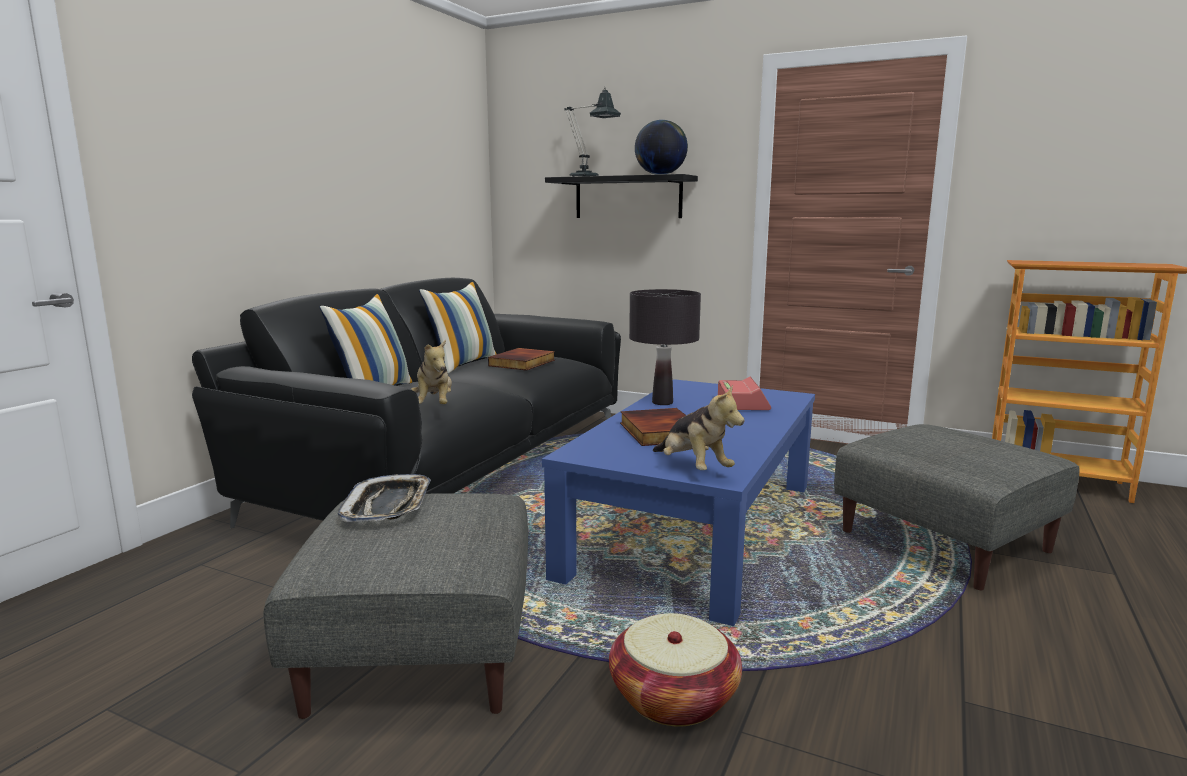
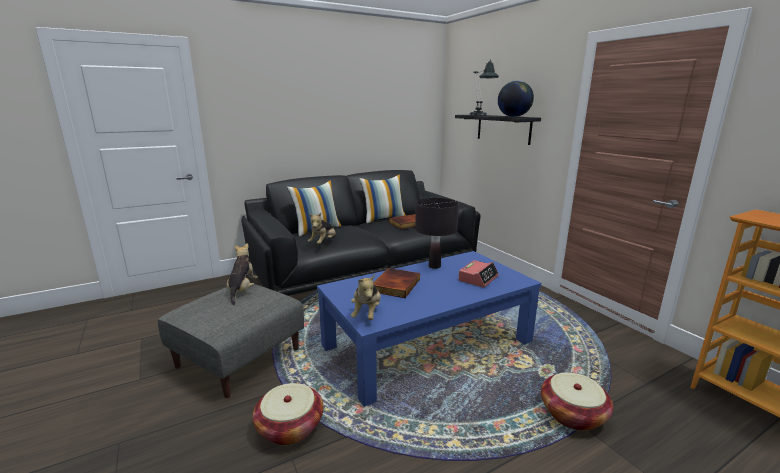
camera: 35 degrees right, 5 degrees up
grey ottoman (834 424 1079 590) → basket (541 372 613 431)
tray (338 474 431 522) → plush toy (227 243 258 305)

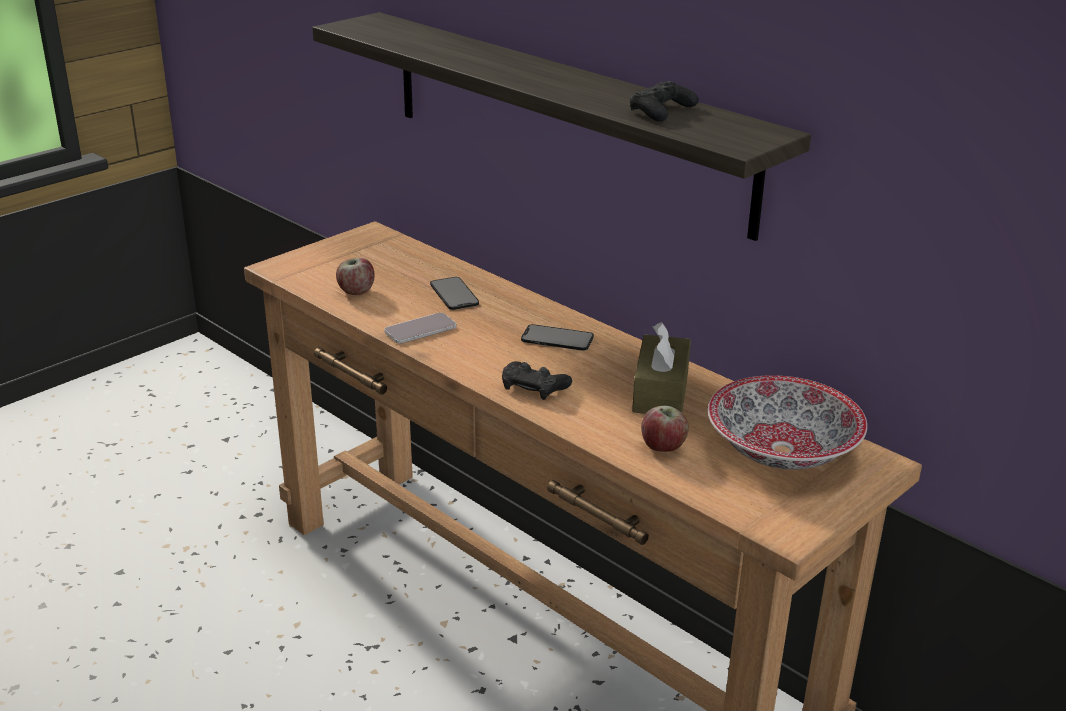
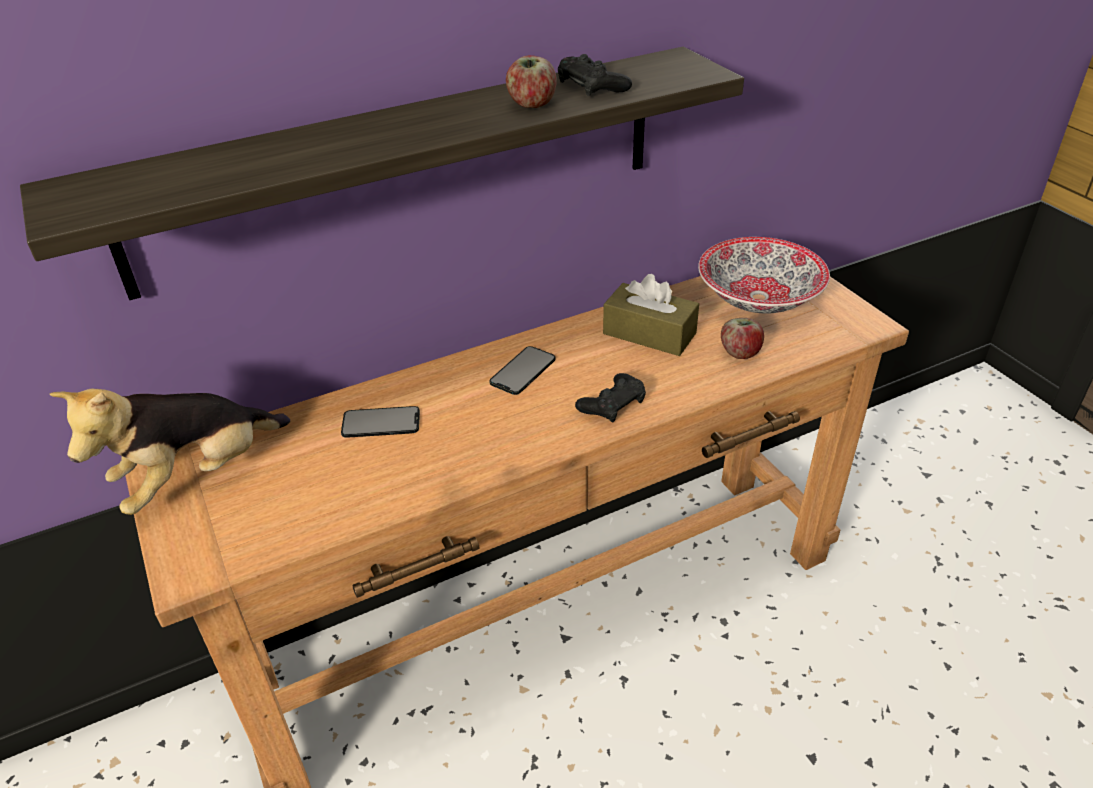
camera: 70 degrees left, 10 degrees up
apple (336 258 375 295) → apple (506 55 557 108), shifted
phone (384 313 456 344) → -
- → plush toy (50 389 290 515)

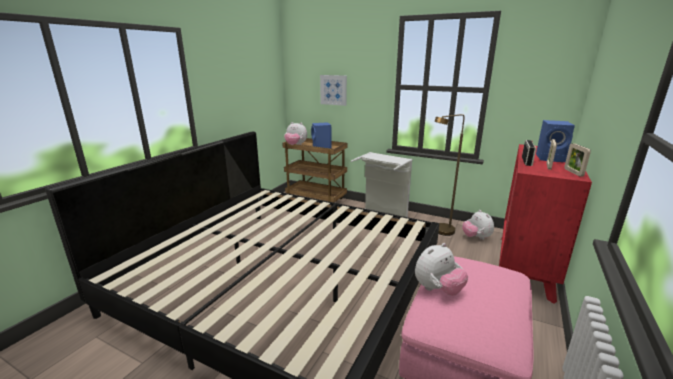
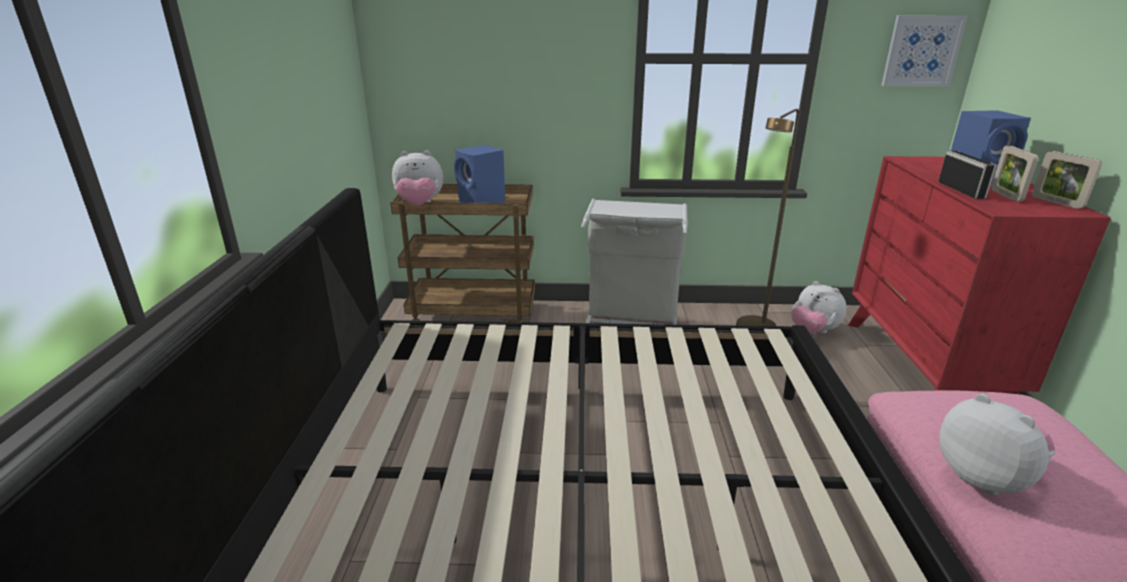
camera: 25 degrees left, 5 degrees up
picture (320 75 347 106) → picture (881 15 968 87), shifted
plush toy (415 243 468 296) → plush toy (939 393 1055 495), 60 degrees counterclockwise

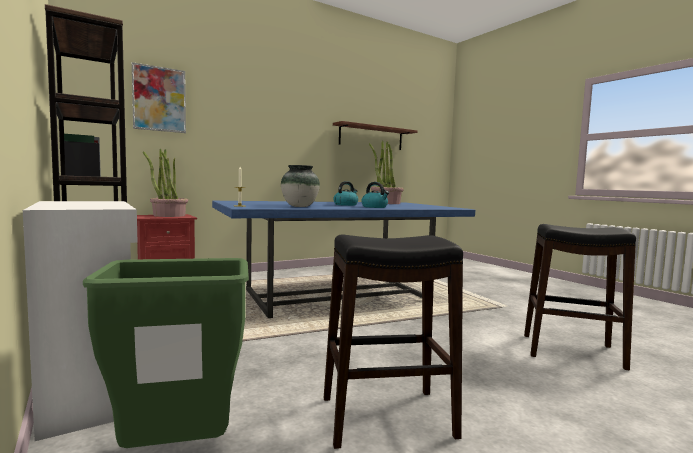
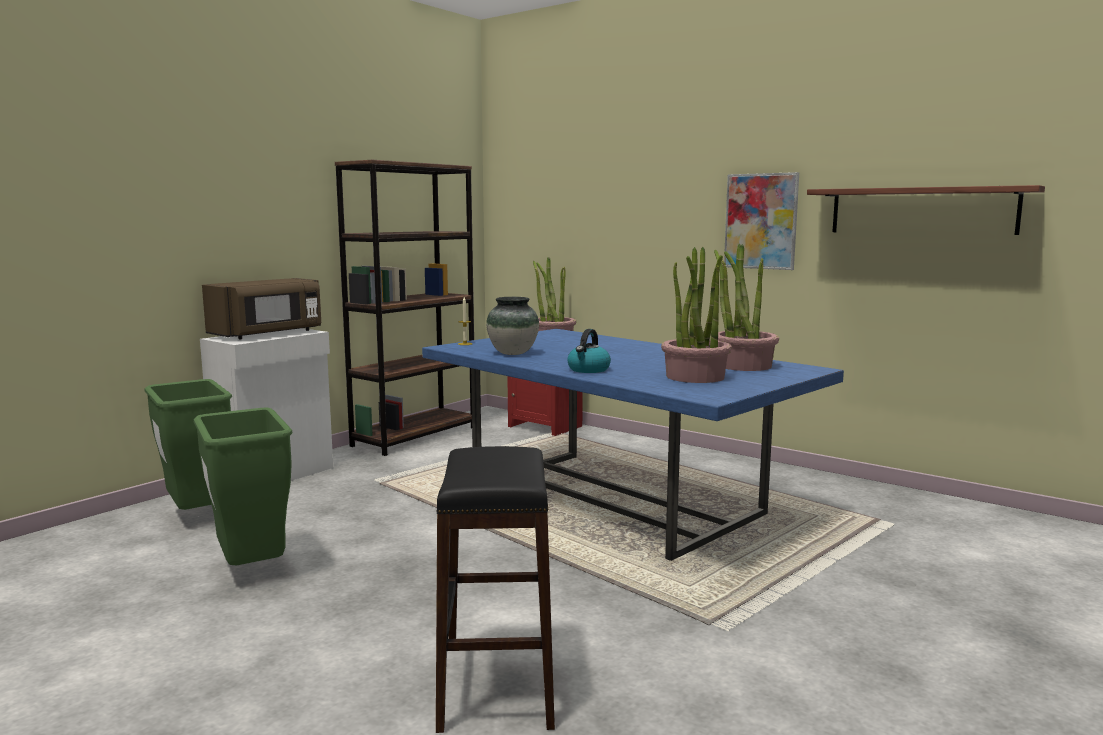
camera: 70 degrees right, 5 degrees up
picture (132 62 186 133) → picture (724 172 799 270), shifted
kettle (333 181 358 206) → -
black stool (324 235 463 449) → green trash can (194 408 293 565)
- → potted plant (661 247 732 383)
- → brown microwave (202 278 321 339)

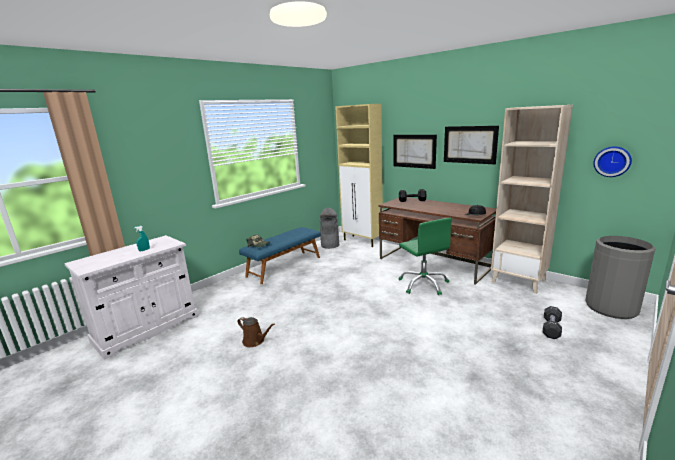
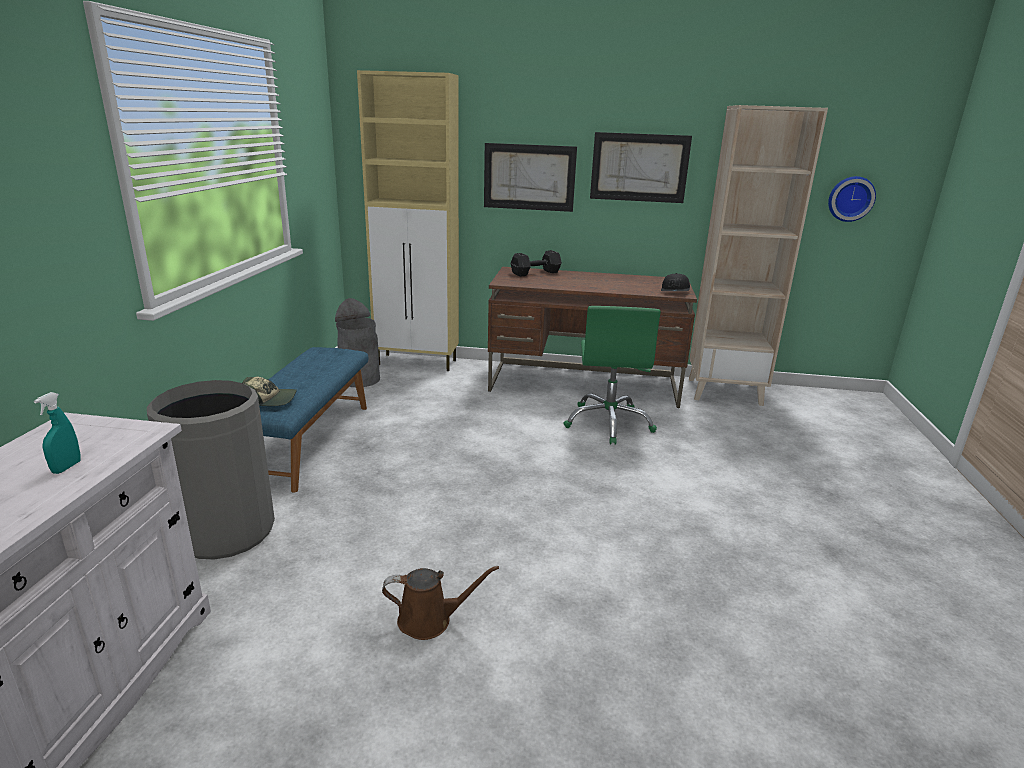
camera: 35 degrees left, 5 degrees up
green office chair (398 218 452 295) → green office chair (563 306 661 445), 60 degrees clockwise
grey trash can (585 236 656 319) → grey trash can (147 380 275 559), shifted
black dumbbell (543 306 562 339) → -

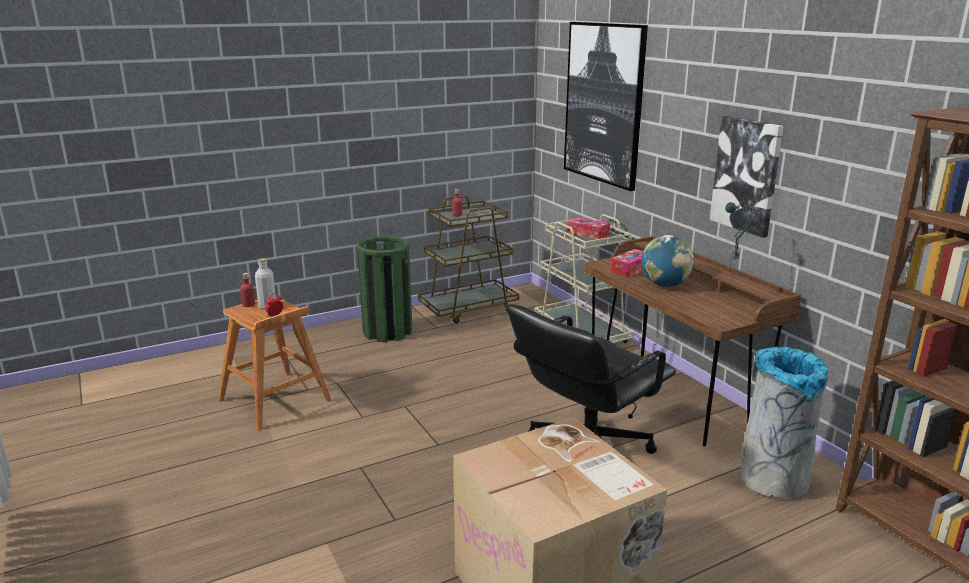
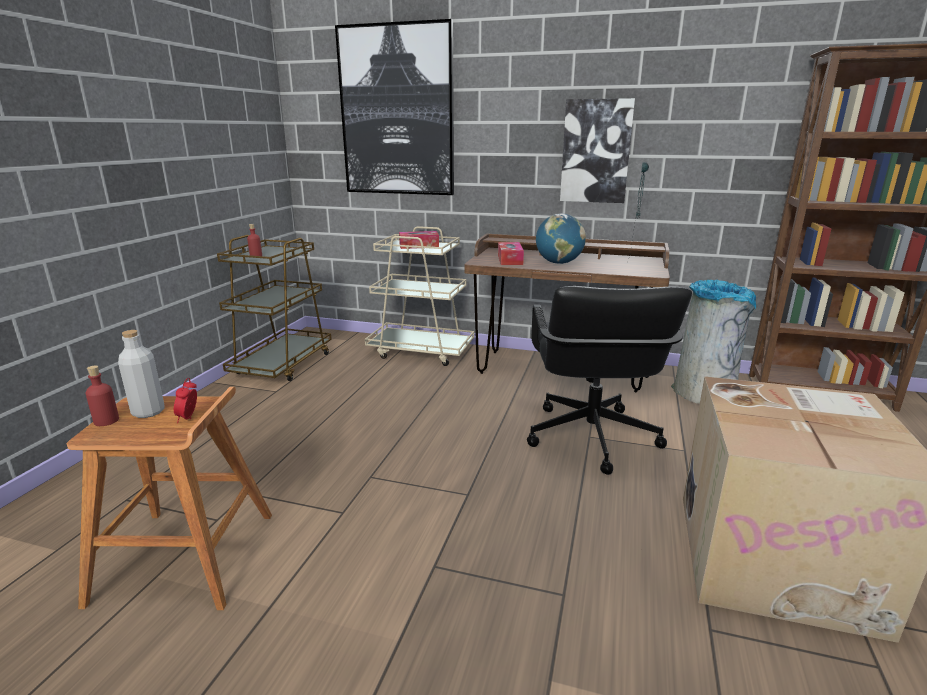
camera: 45 degrees left, 0 degrees up
green trash can (356 235 412 342) → -

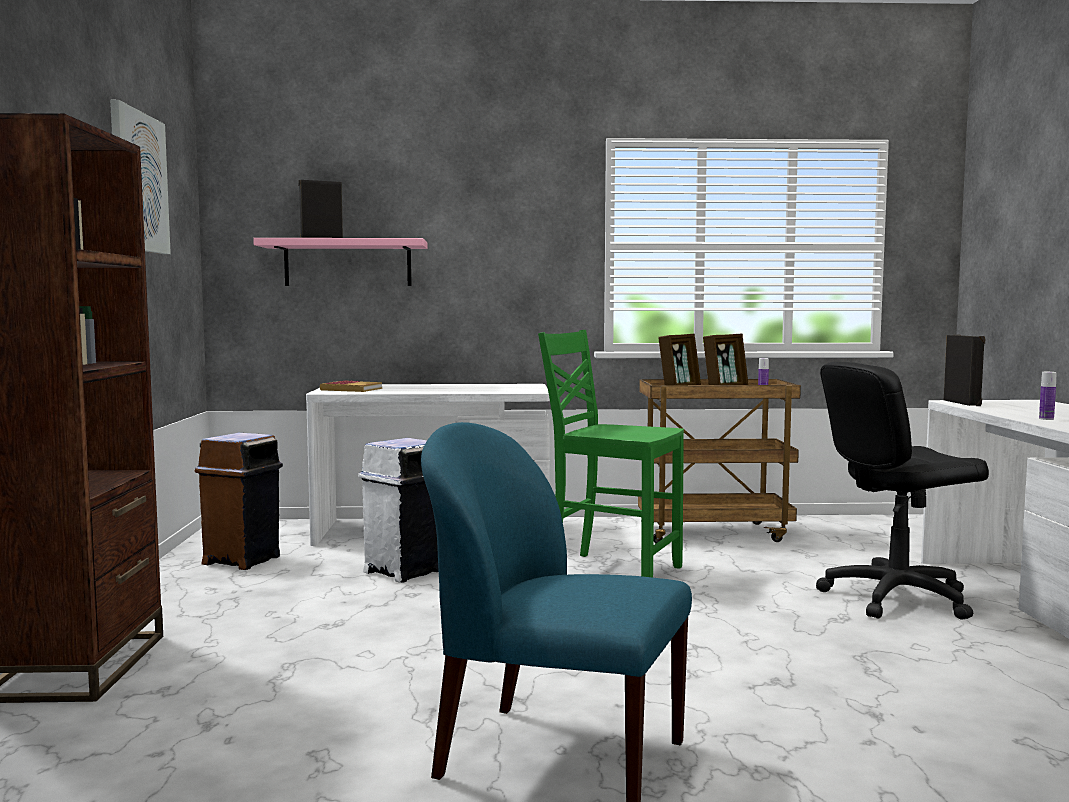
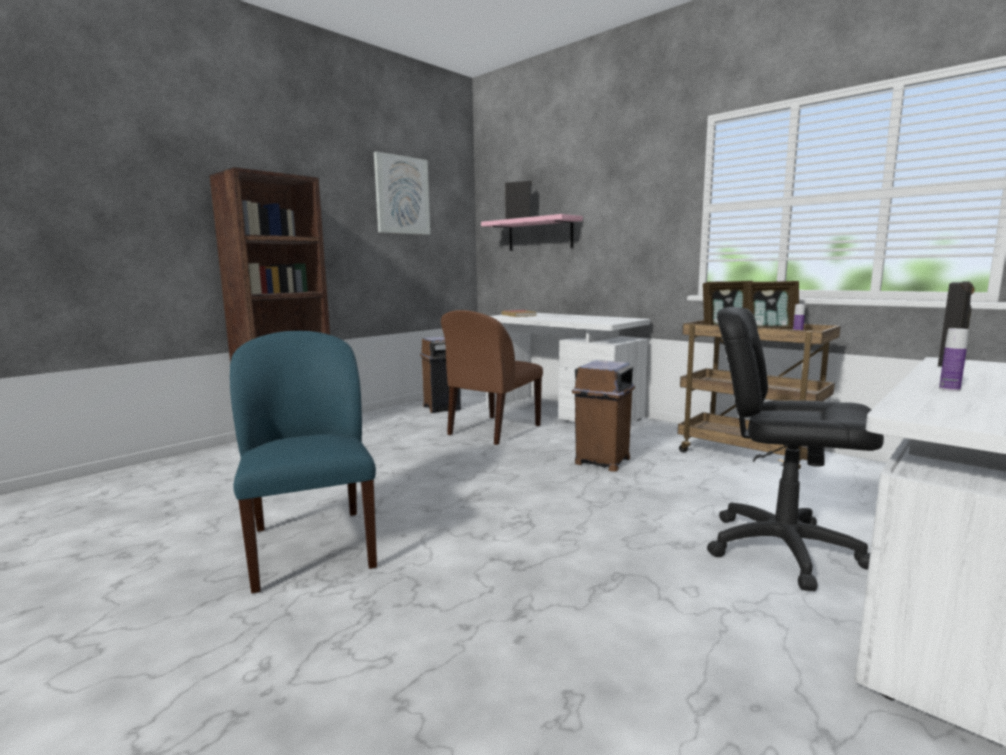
camera: 45 degrees right, 5 degrees up
green chair (538 330 684 578) → brown trash can (572 360 635 472)
white trash can (358 438 439 583) → brown chair (441 310 543 445)

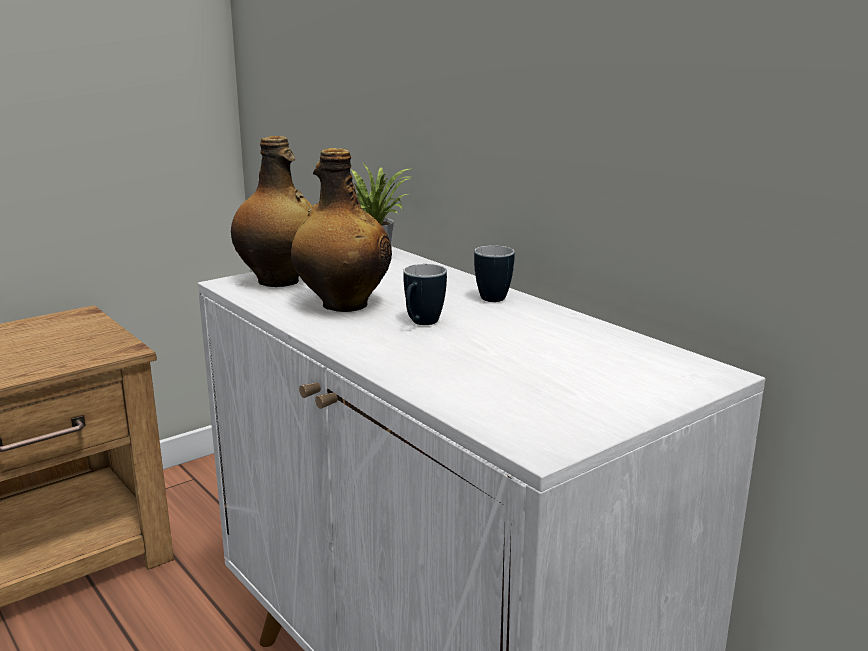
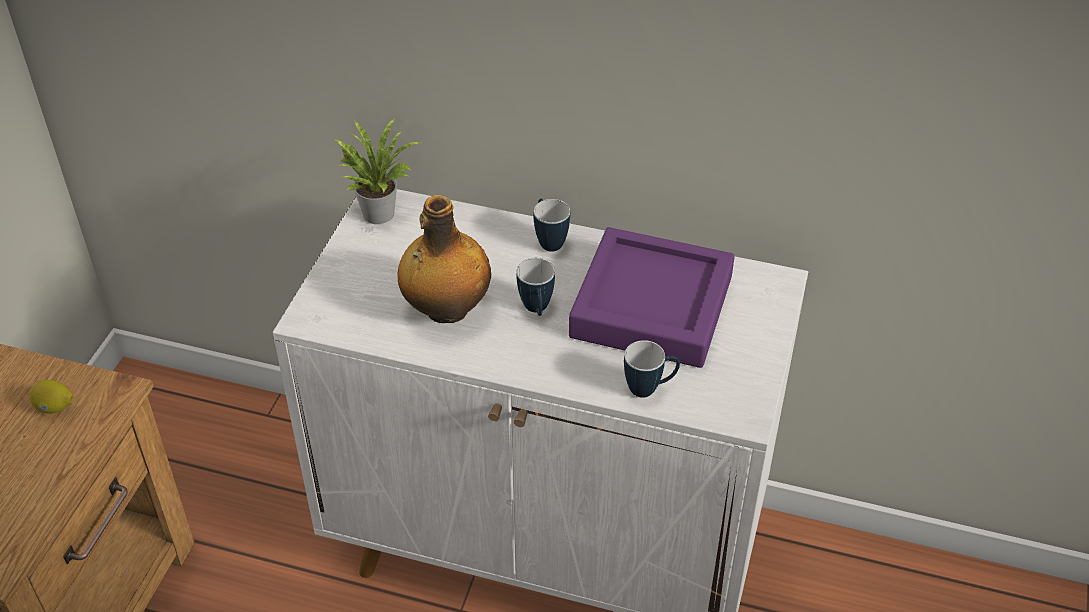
camera: 35 degrees left, 25 degrees up
bottle (231 136 313 287) → -
- → purple tray (569 227 735 368)
- → mug (624 340 680 398)
- → lemon (30 380 73 414)

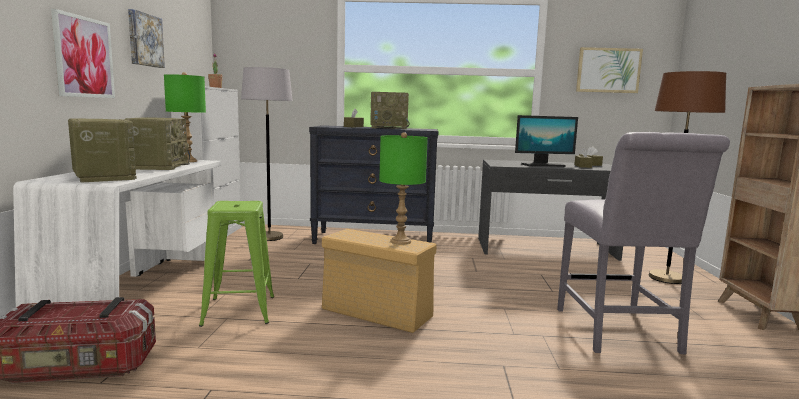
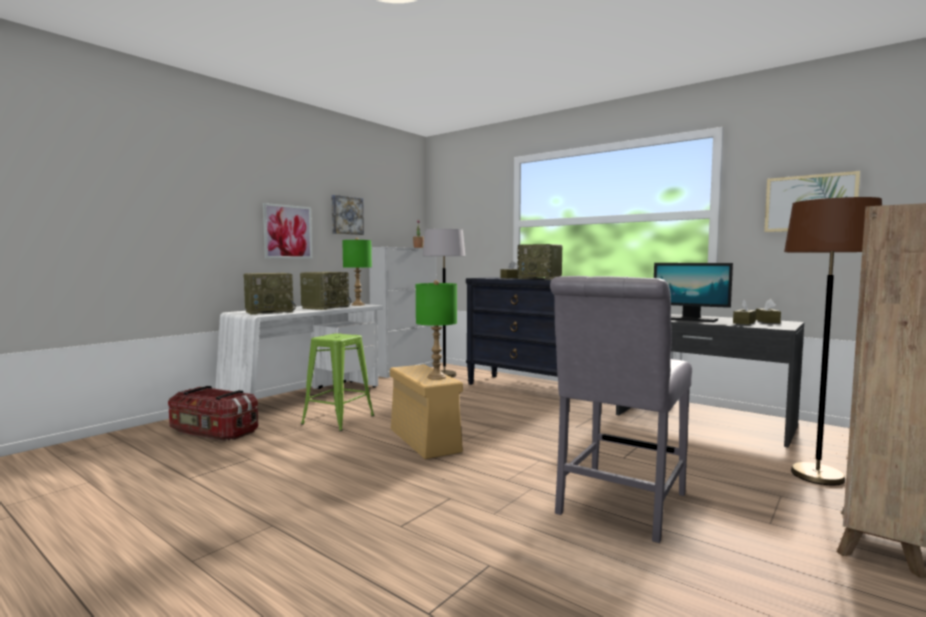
camera: 35 degrees right, 5 degrees down
radio (68 118 137 183) → radio (244 273 296 315), 60 degrees clockwise

